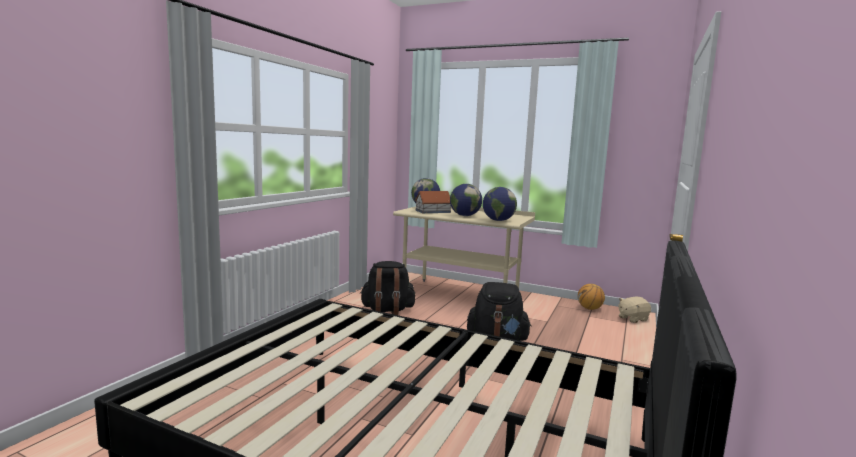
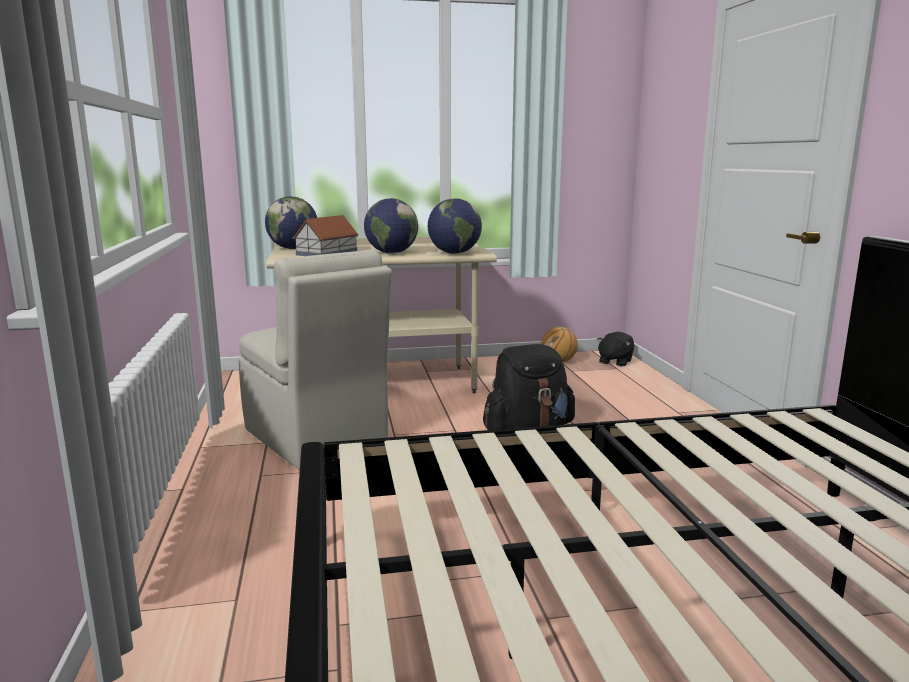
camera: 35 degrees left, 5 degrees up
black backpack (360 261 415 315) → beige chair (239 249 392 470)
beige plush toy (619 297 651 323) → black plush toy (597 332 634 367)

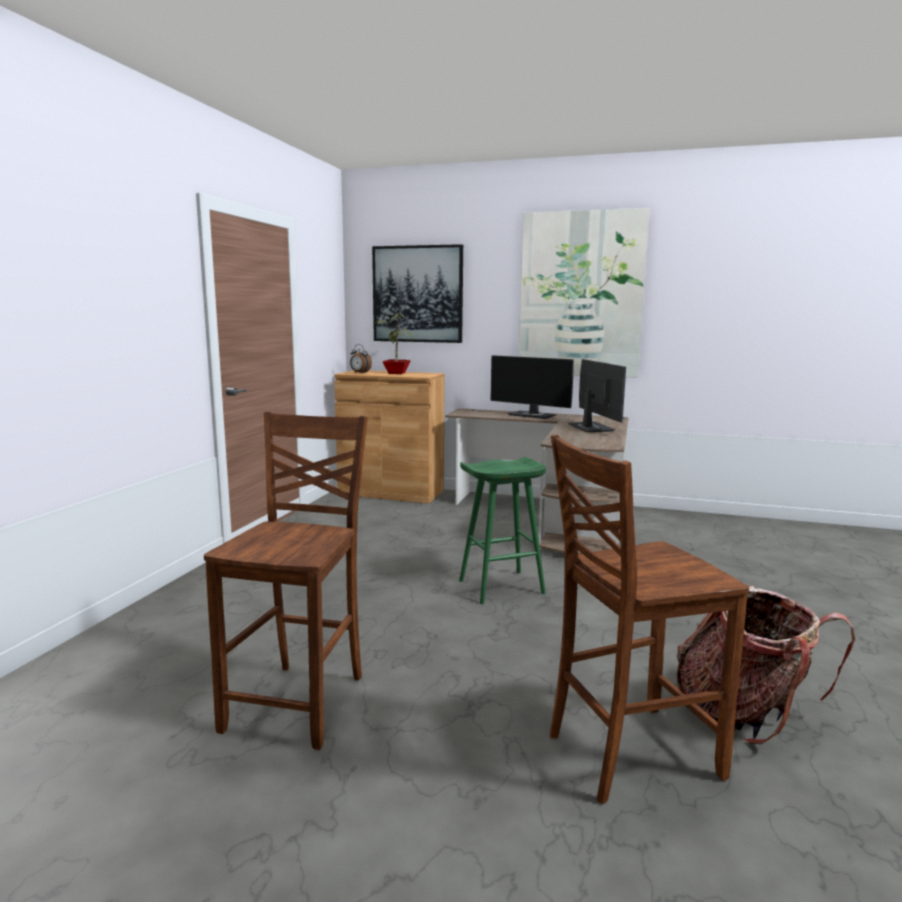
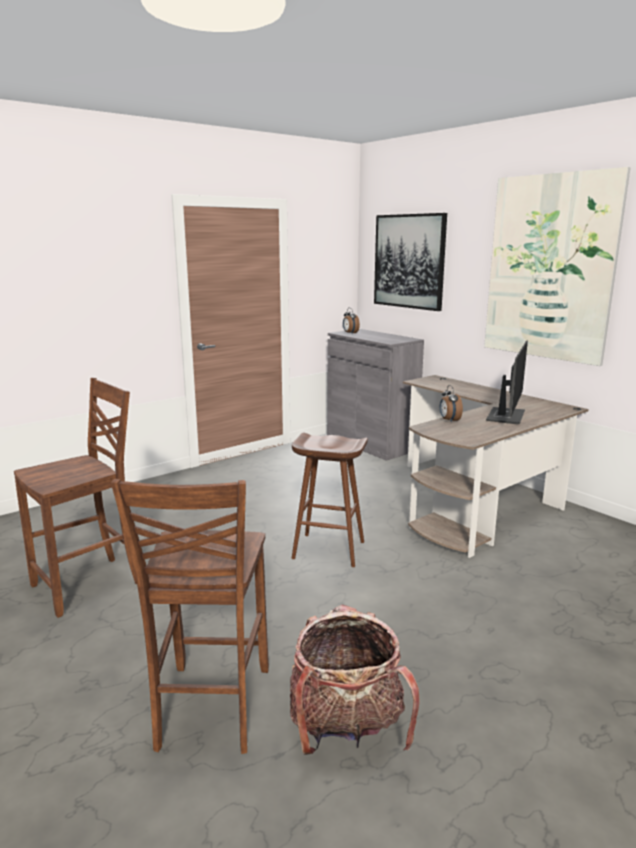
camera: 35 degrees right, 5 degrees up
potted plant (375 311 413 374) → -
monitor (490 355 574 419) → -
brown cabinet (334 370 445 504) → grey cabinet (327 329 424 461)
brown chair (550 434 749 804) → brown chair (111 479 269 754), 105 degrees counterclockwise
green stool (459 457 546 604) → brown stool (292 433 368 567)
- → alarm clock (440 385 463 423)

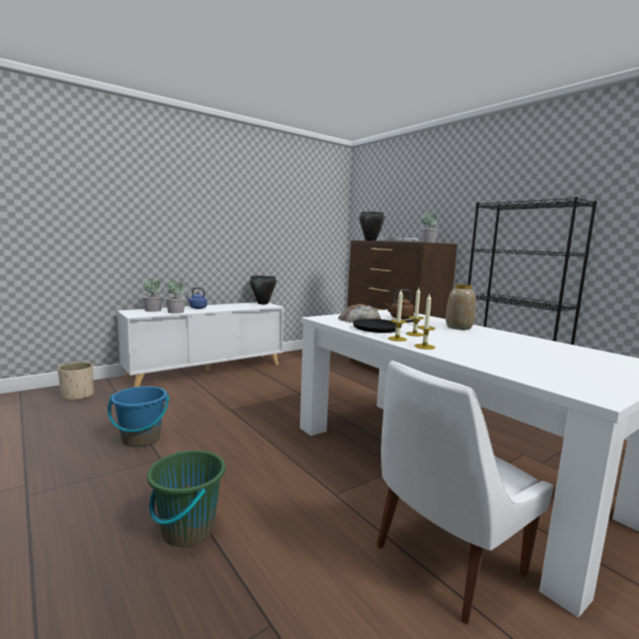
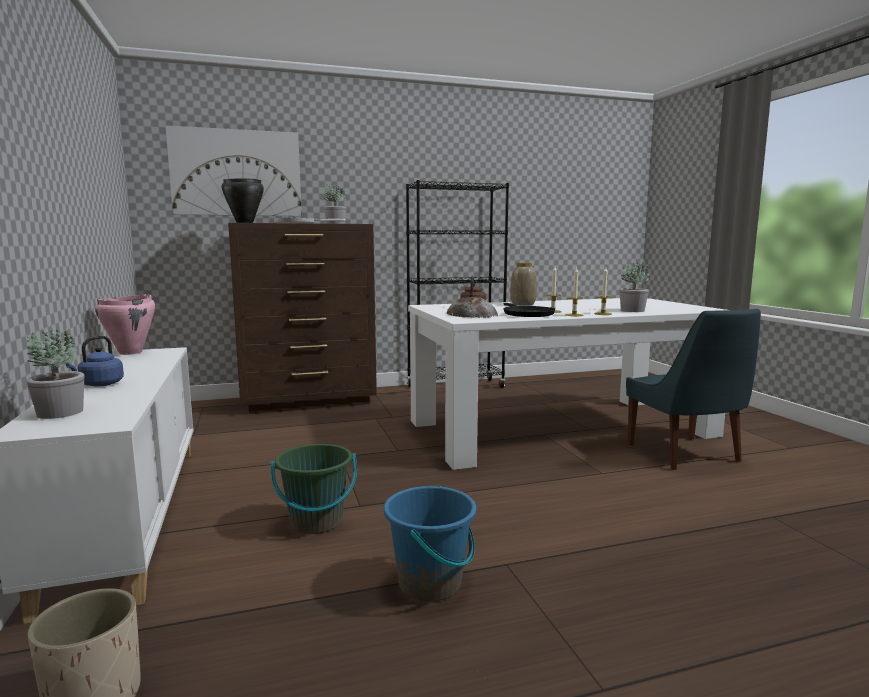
camera: 70 degrees left, 0 degrees up
black cooking pot (250 276 277 304) → pink cooking pot (95 294 155 355)
potted plant (166 280 185 314) → potted plant (619 260 649 312), shifted
white chair (377 360 554 625) → blue chair (626 309 761 470)
green bucket (147 450 225 547) → green bucket (271 444 357 534), shifted
- → picture (166 125 302 216)

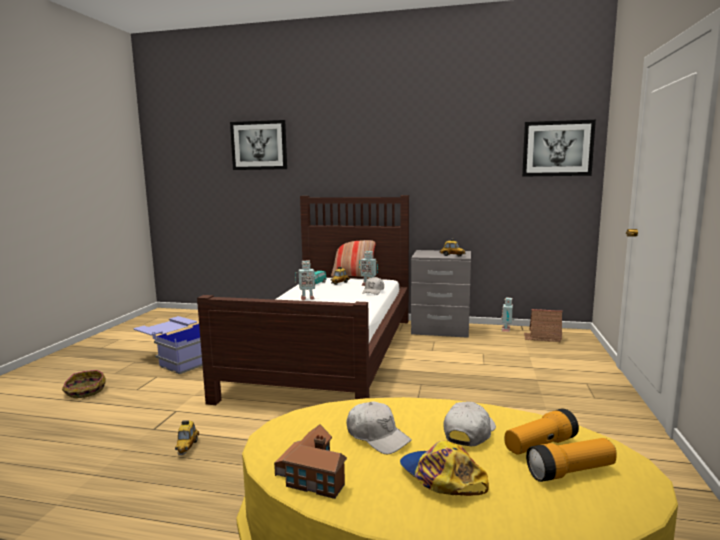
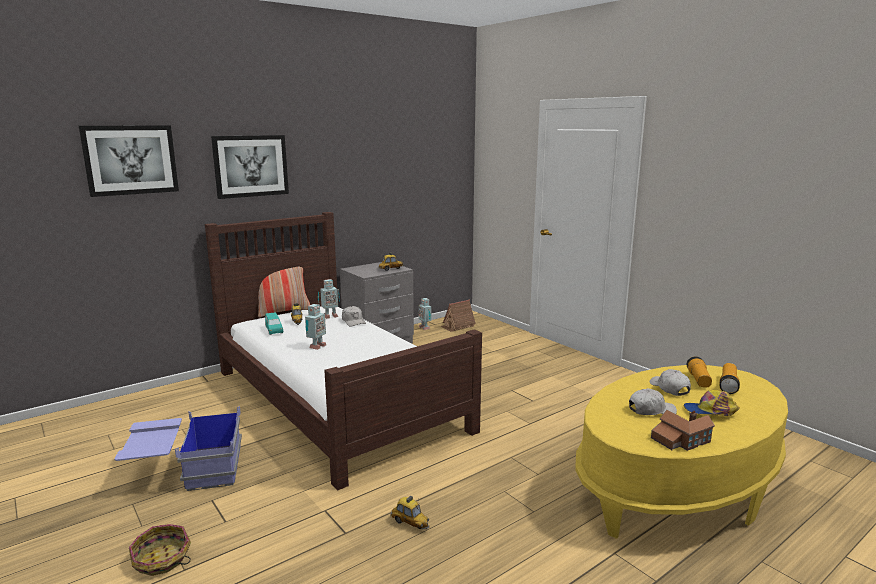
camera: 50 degrees left, 5 degrees up
picture (522 120 596 176) → picture (211 135 289 199), shifted

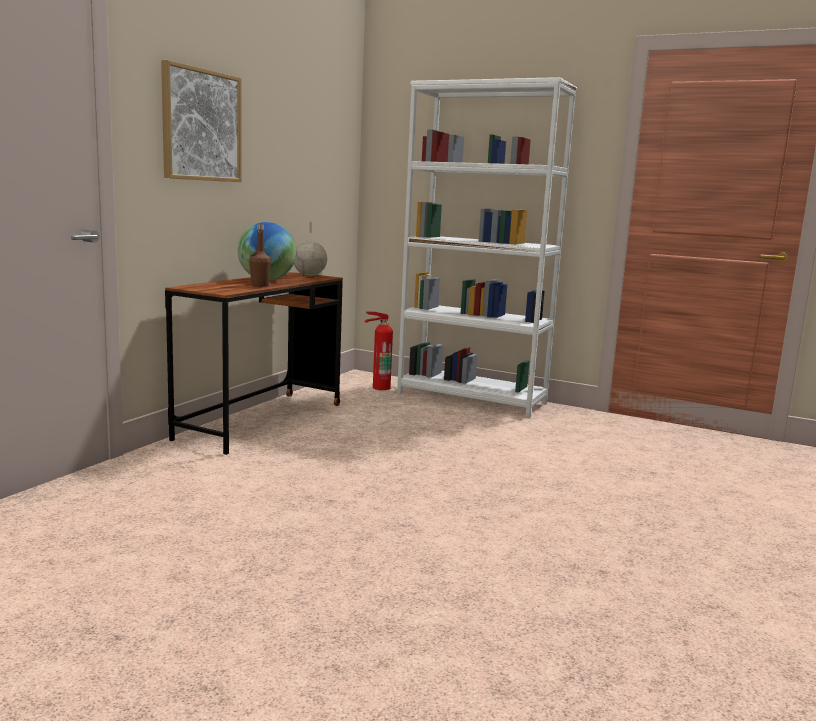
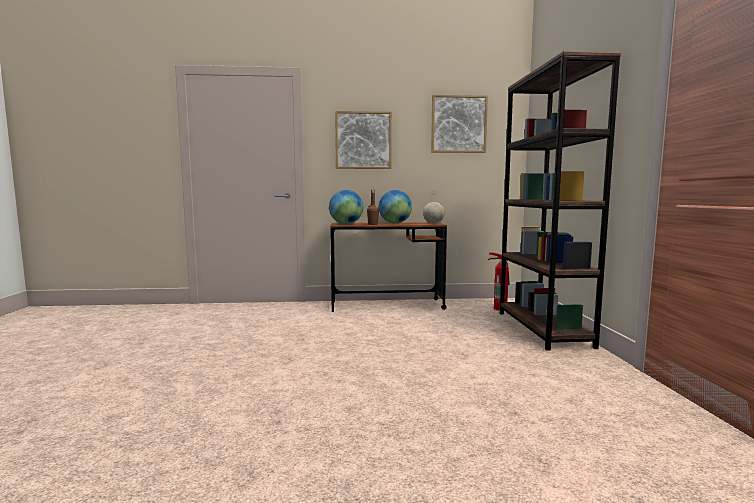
camera: 60 degrees right, 5 degrees down
white bookcase (397 77 577 418) → brown bookcase (500 51 621 351)
- → picture (431 95 488 153)
- → globe (329 190 363 224)

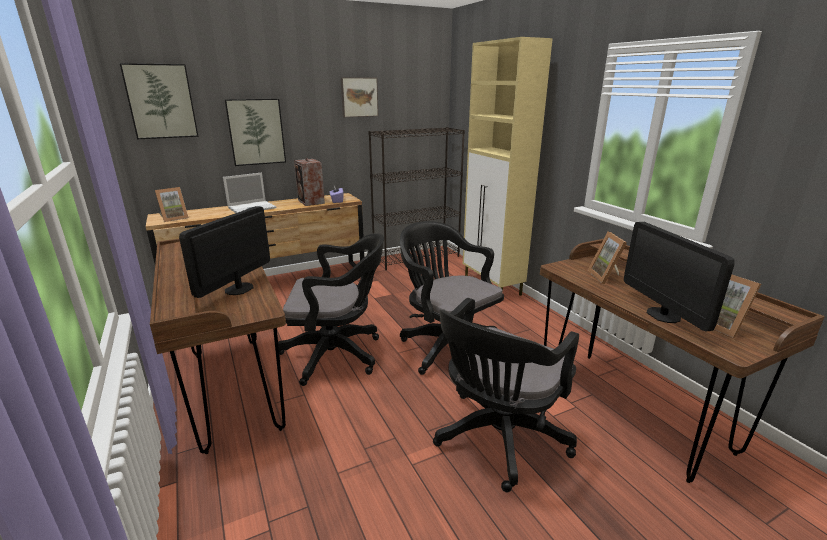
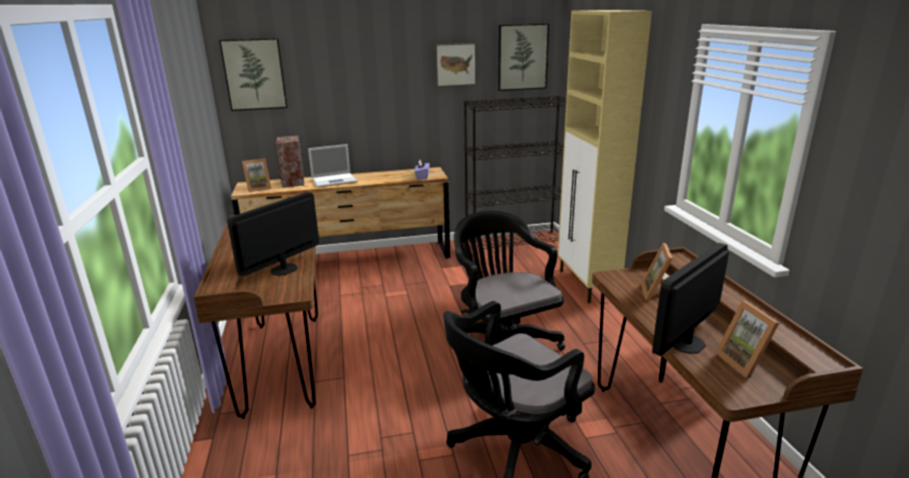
camera: 15 degrees right, 0 degrees up
picture (224 99 286 166) → picture (498 23 549 91), shifted
speaker (294 158 325 206) → speaker (275 136 304 188), shifted
monitor (624 222 735 332) → monitor (652 243 729 356), 45 degrees clockwise
black office chair (278 233 384 386) → -

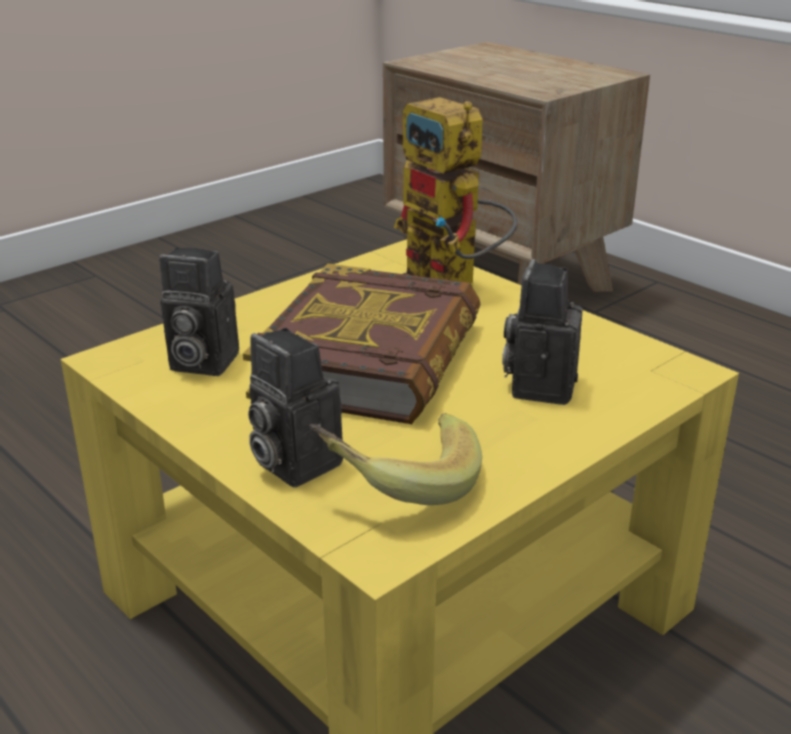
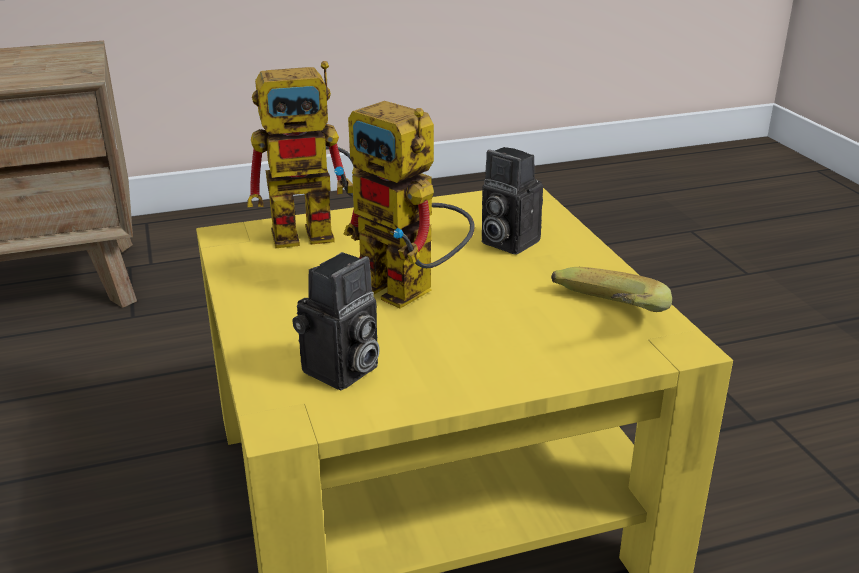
camera: 65 degrees left, 0 degrees up
book (243 264 481 424) → toy robot (343 101 474 309)
photo camera (248 328 343 487) → -

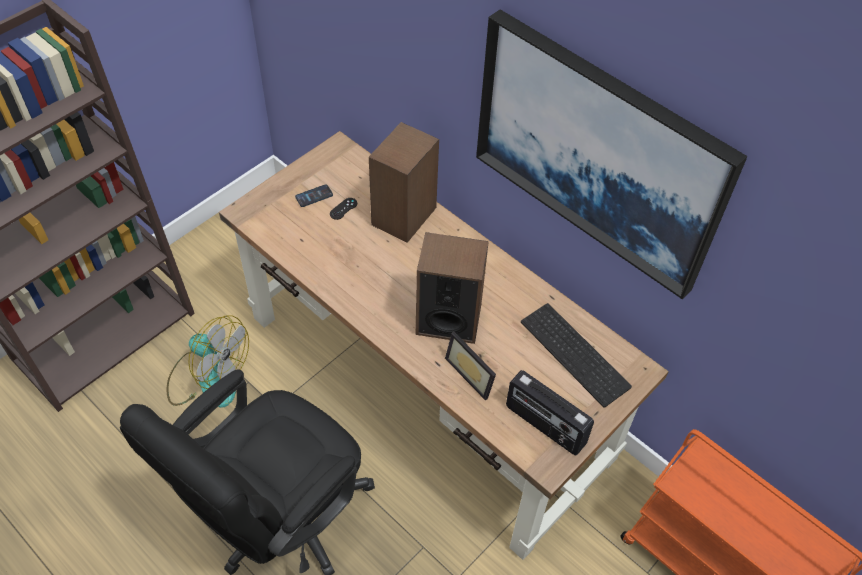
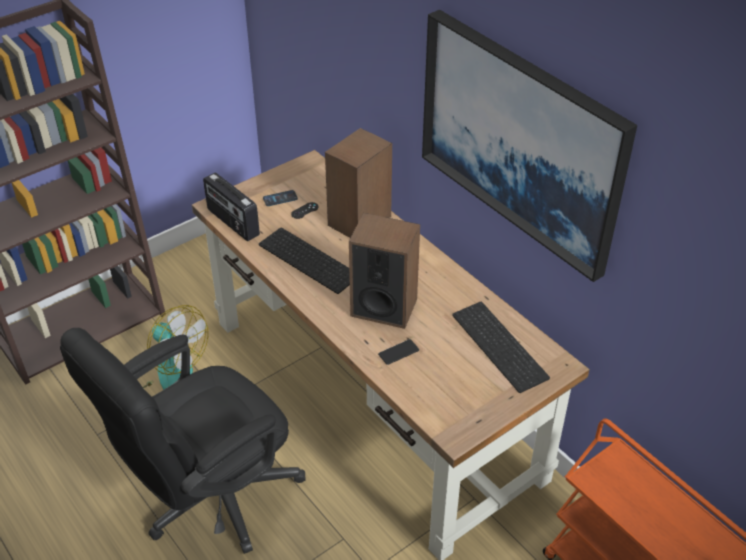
camera: 10 degrees right, 10 degrees down
picture frame (445 332 496 400) → phone (378 339 419 365)
radio (506 370 594 455) → radio (203 173 260 241), shifted
- → keyboard (259 228 350 294)

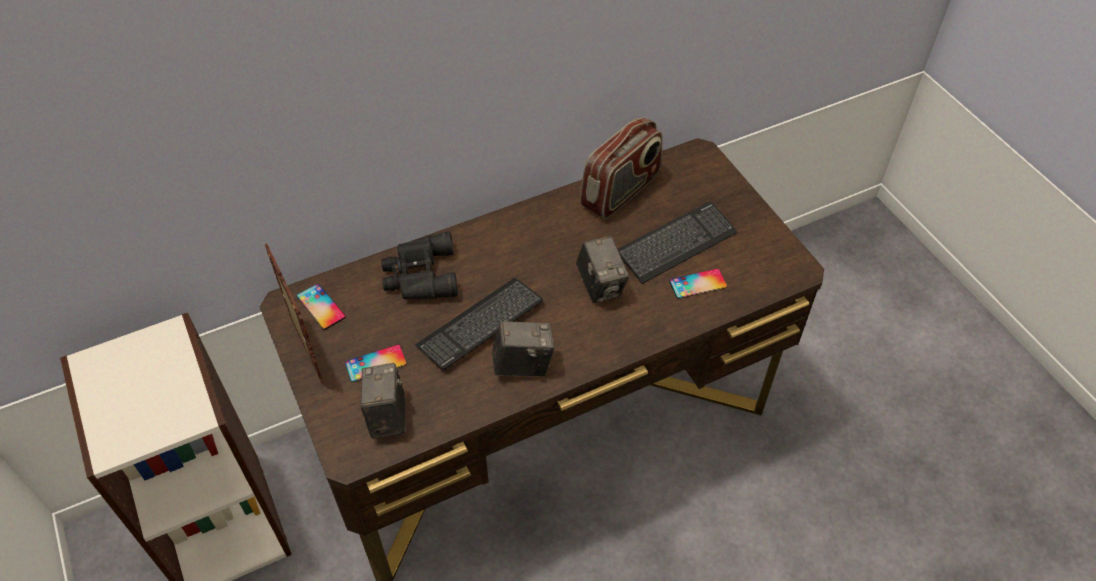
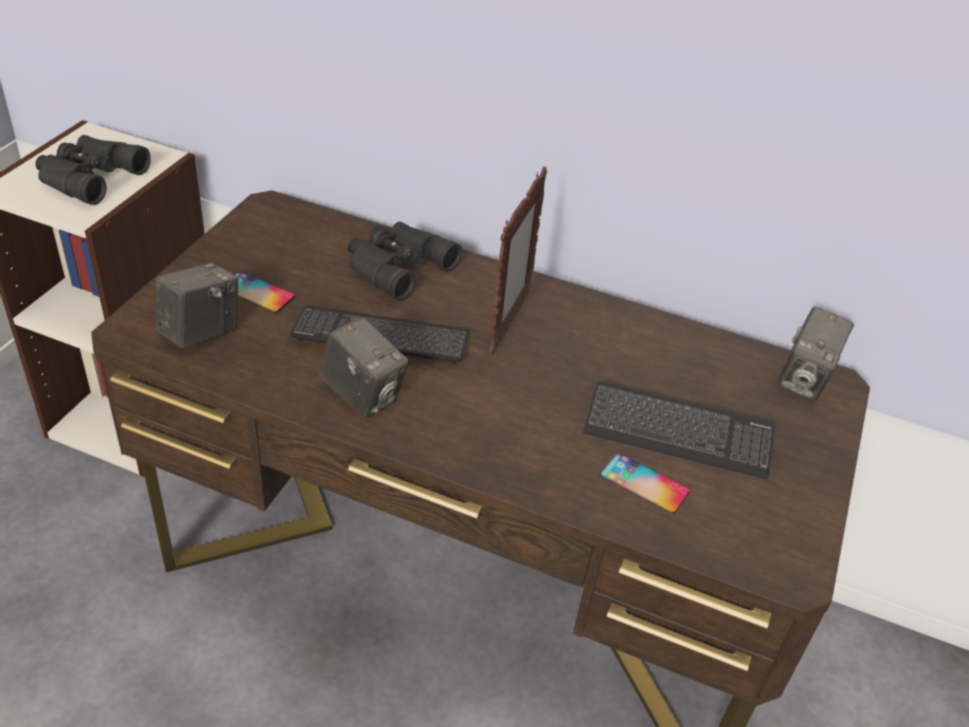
camera: 45 degrees right, 10 degrees down
radio (580 117 663 220) → -
photo camera (576 236 629 303) → photo camera (777 306 854 402), shifted
picture frame (265 243 324 384) → picture frame (489 166 547 355), shifted
phone (297 284 346 330) → -
- → black binoculars (35 135 151 205)

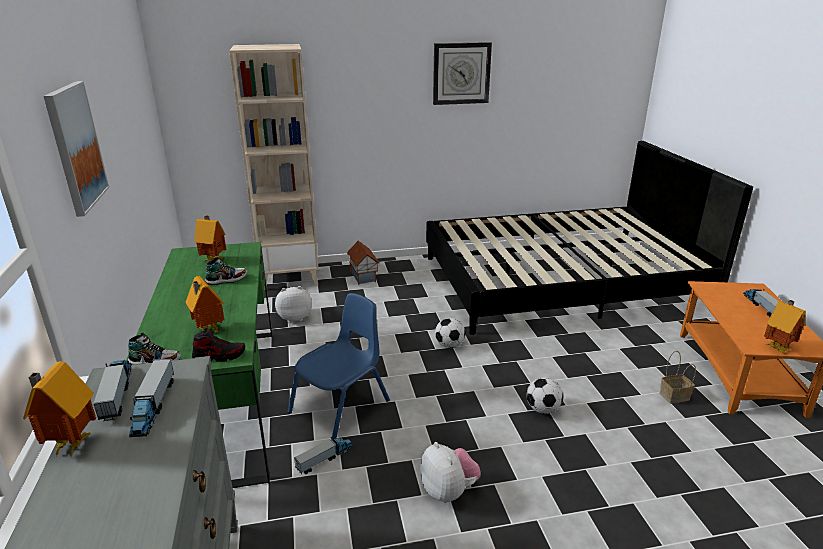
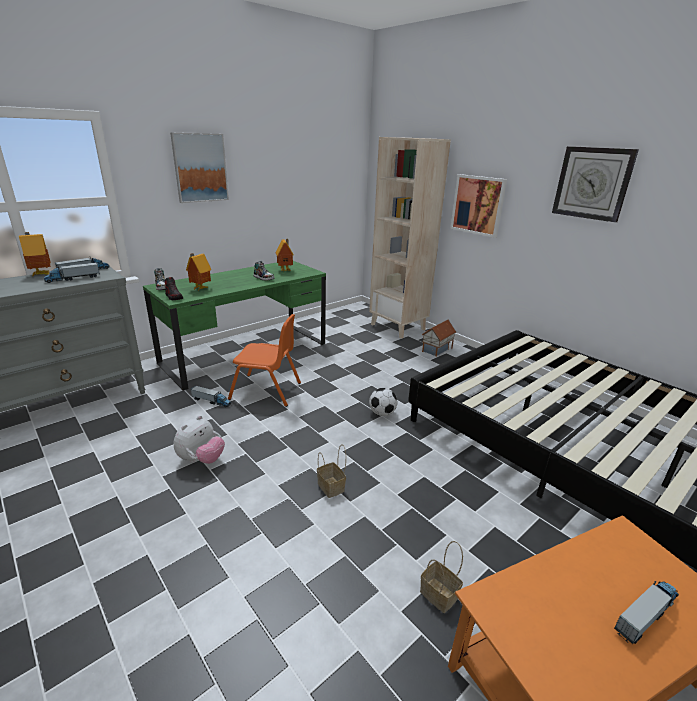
camera: 60 degrees right, 0 degrees up
plush toy (275 286 312 323) → -
blue chair (288 293 390 440) → orange chair (228 314 301 407)
toy house (764 300 806 353) → -
football (527 377 563 414) → basket (317 444 346 498)
- → picture (450 174 507 238)

